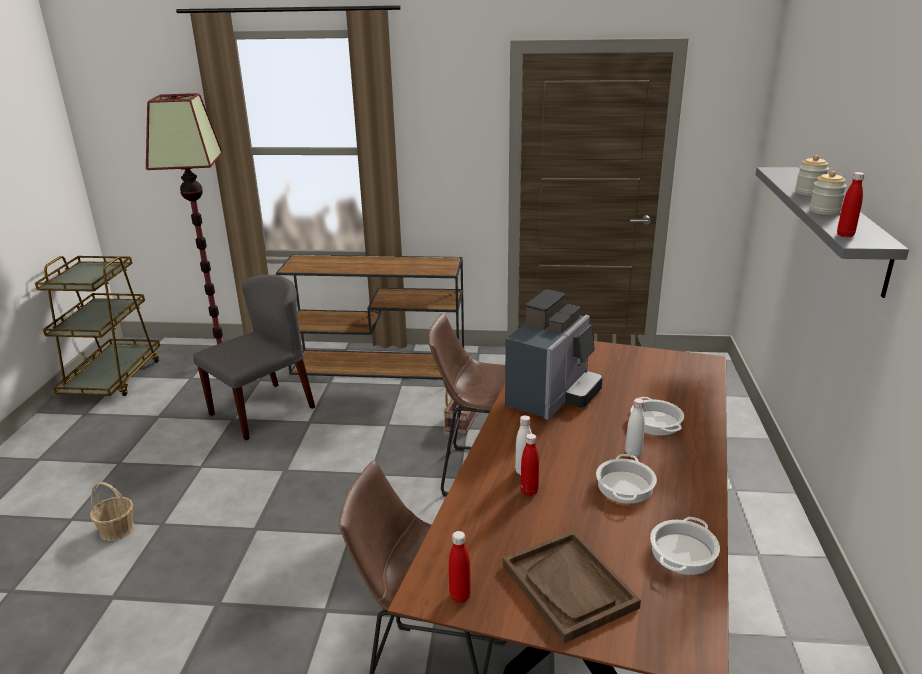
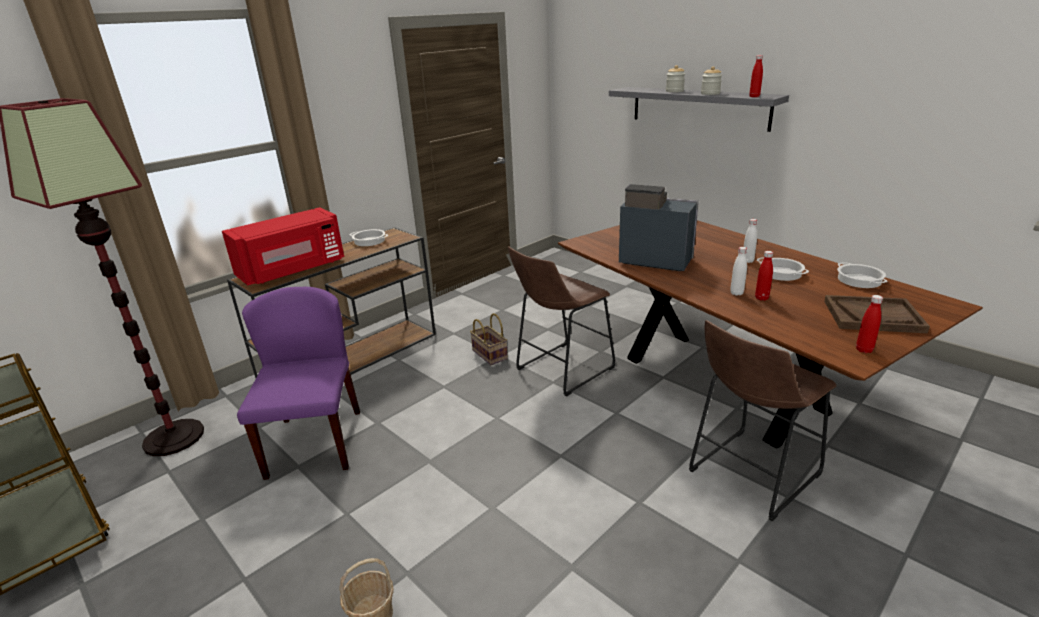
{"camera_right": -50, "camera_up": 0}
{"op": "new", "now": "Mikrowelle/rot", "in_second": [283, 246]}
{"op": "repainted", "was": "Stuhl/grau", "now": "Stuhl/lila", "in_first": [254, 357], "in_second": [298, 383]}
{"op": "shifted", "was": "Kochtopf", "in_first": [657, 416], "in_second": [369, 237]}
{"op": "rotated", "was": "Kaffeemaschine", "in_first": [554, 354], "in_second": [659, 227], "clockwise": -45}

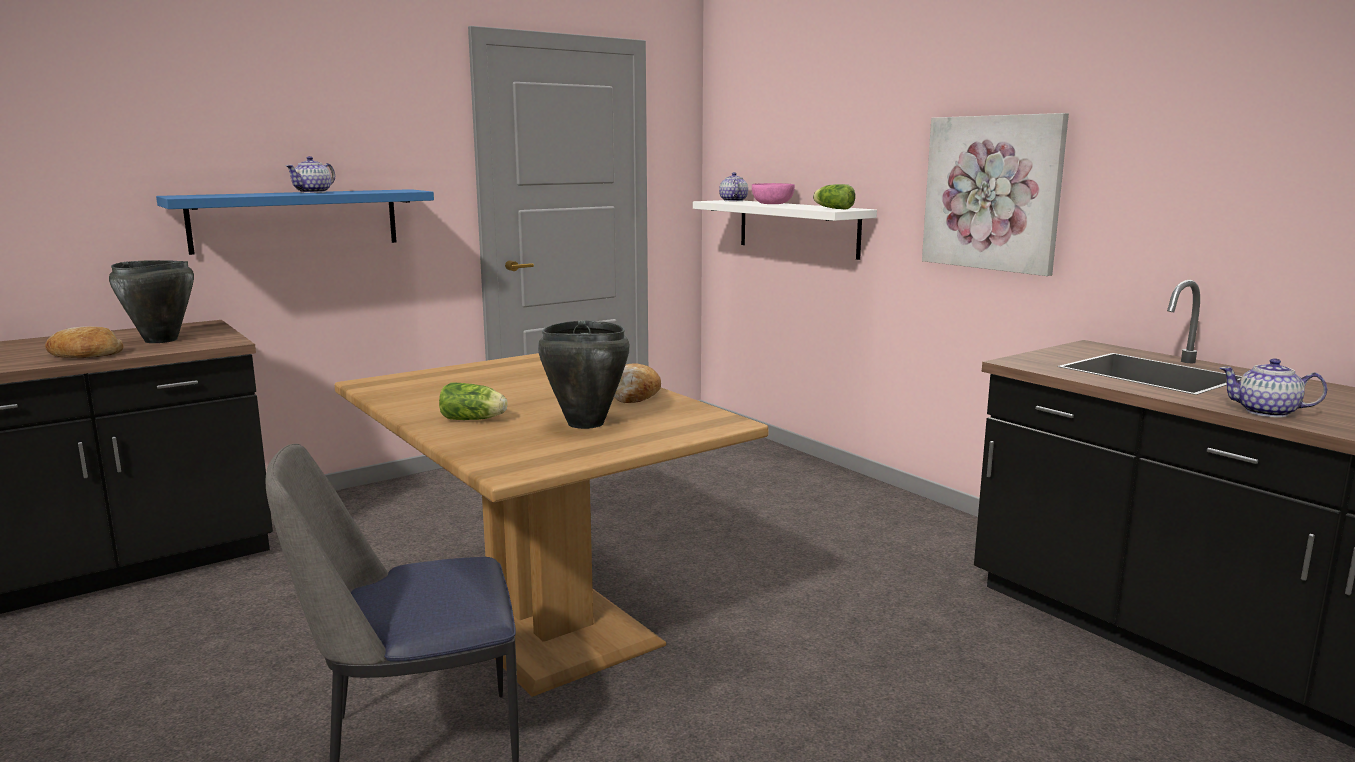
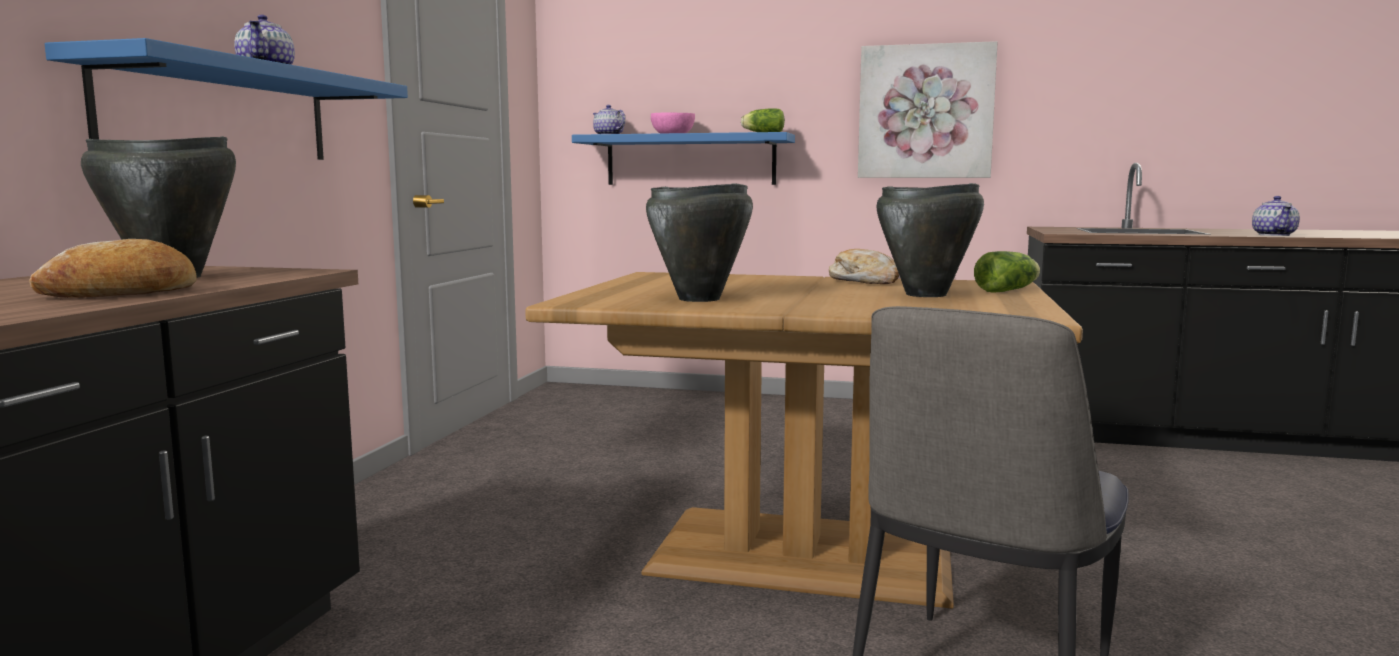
{"camera_right": -40, "camera_up": -5}
{"op": "repainted", "was": "Wandregal/weiß", "now": "Wandregal/blau", "in_first": [785, 230], "in_second": [683, 158]}
{"op": "new", "now": "Kochtopf/schwarz", "in_second": [699, 242]}
{"op": "shifted", "was": "Salatkopf", "in_first": [473, 401], "in_second": [1007, 272]}
{"op": "rotated", "was": "Teekanne", "in_first": [1274, 388], "in_second": [1276, 216], "clockwise": -60}

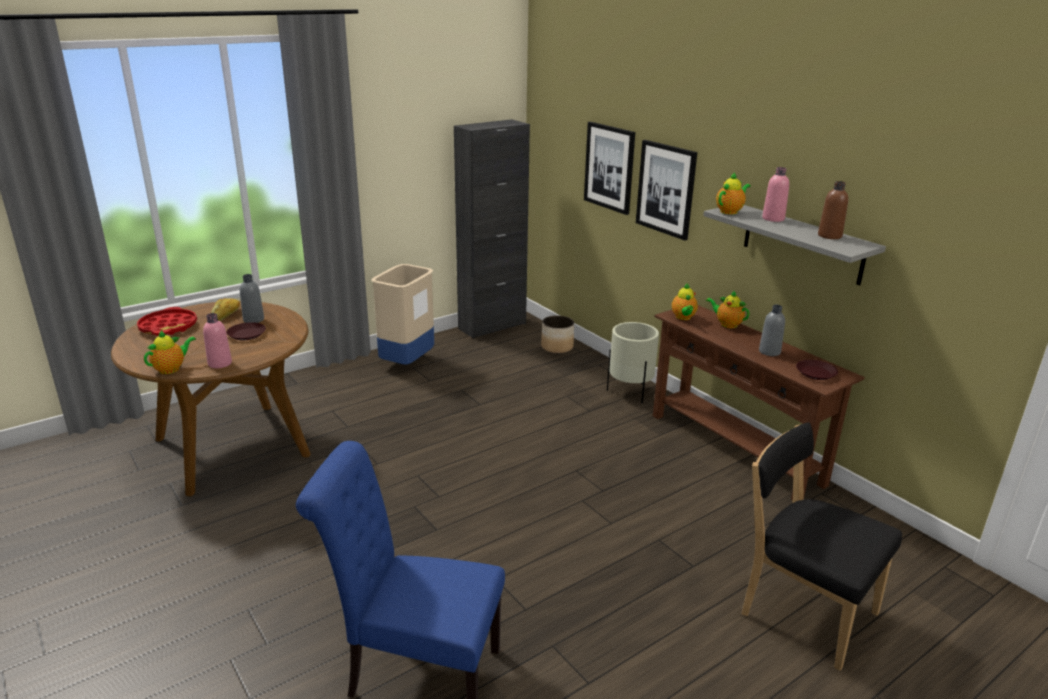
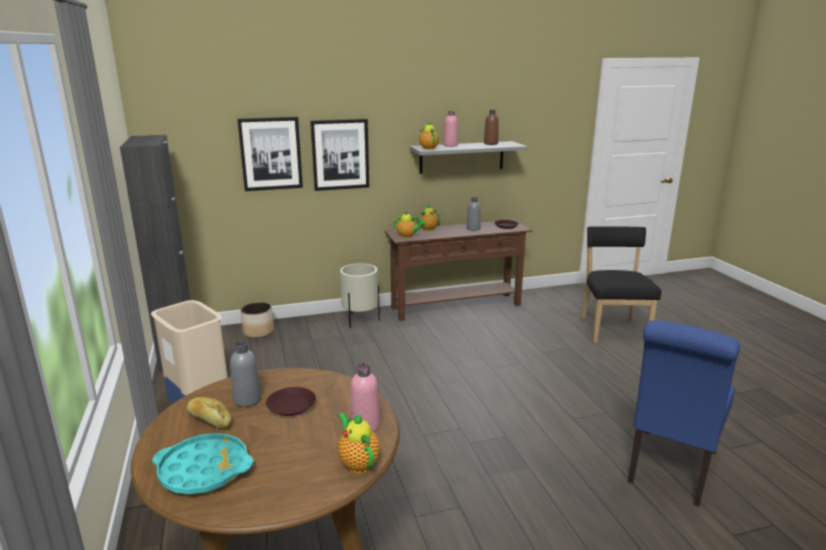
{"camera_right": -70, "camera_up": -5}
{"op": "repainted", "was": "Tablett/rot", "now": "Tablett/türkis", "in_first": [167, 321], "in_second": [203, 464]}
{"op": "rotated", "was": "Stuhl/schwarz", "in_first": [822, 546], "in_second": [621, 285], "clockwise": 120}

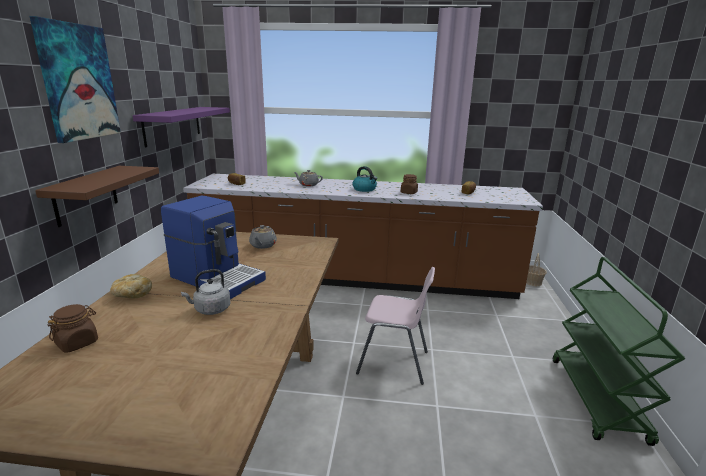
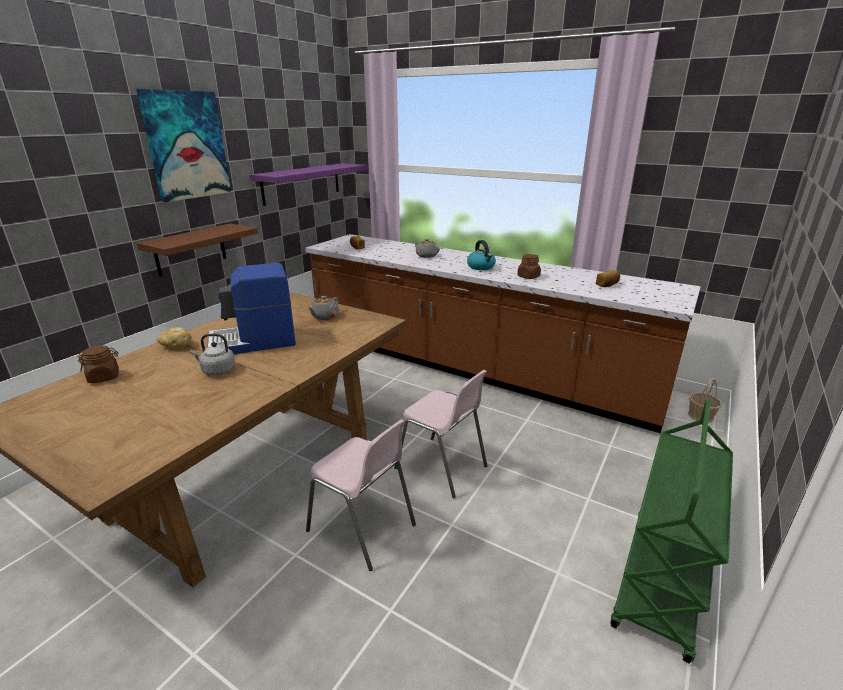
{"camera_right": 25, "camera_up": 5}
{"op": "rotated", "was": "Kaffeemaschine", "in_first": [213, 247], "in_second": [251, 308], "clockwise": 105}
{"op": "new", "now": "Stuhl/rosa", "in_second": [361, 495]}

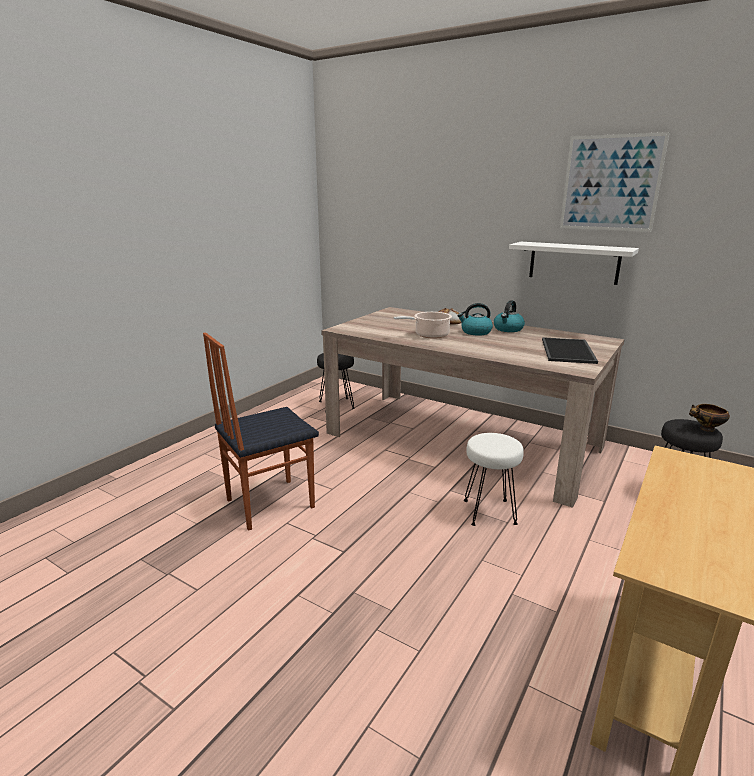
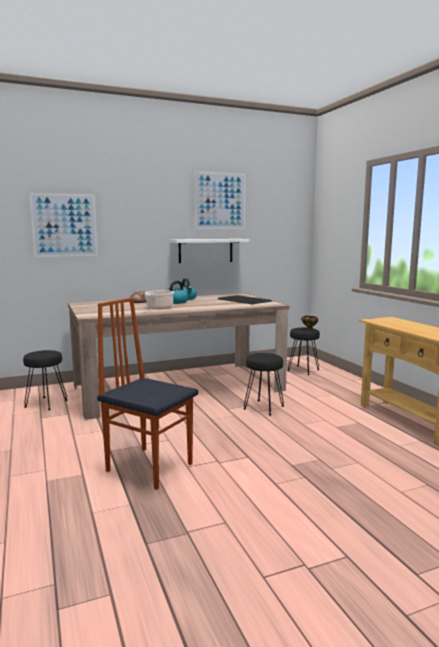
{"camera_right": -55, "camera_up": -10}
{"op": "new", "now": "Bild", "in_second": [63, 225]}
{"op": "rotated", "was": "Stuhl", "in_first": [261, 431], "in_second": [147, 394], "clockwise": 120}
{"op": "repainted", "was": "Hocker/weiß", "now": "Hocker/schwarz", "in_first": [494, 479], "in_second": [263, 384]}

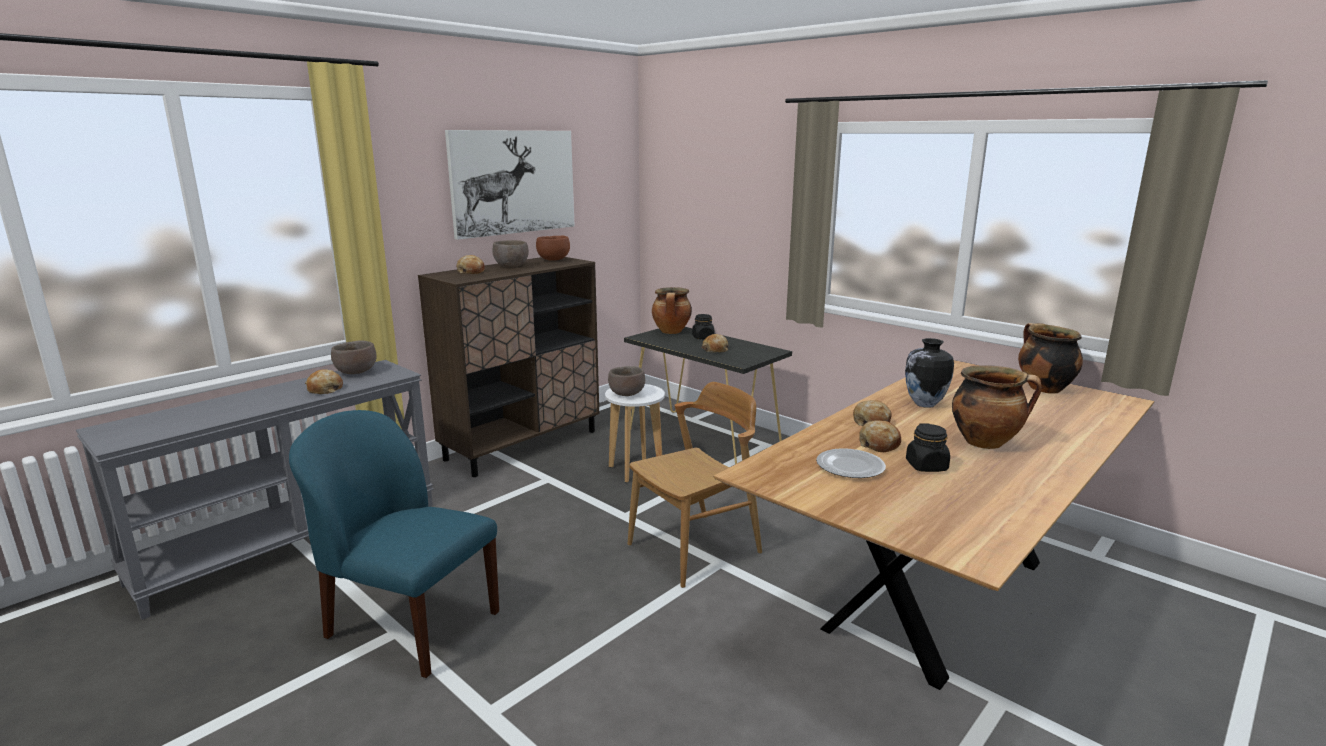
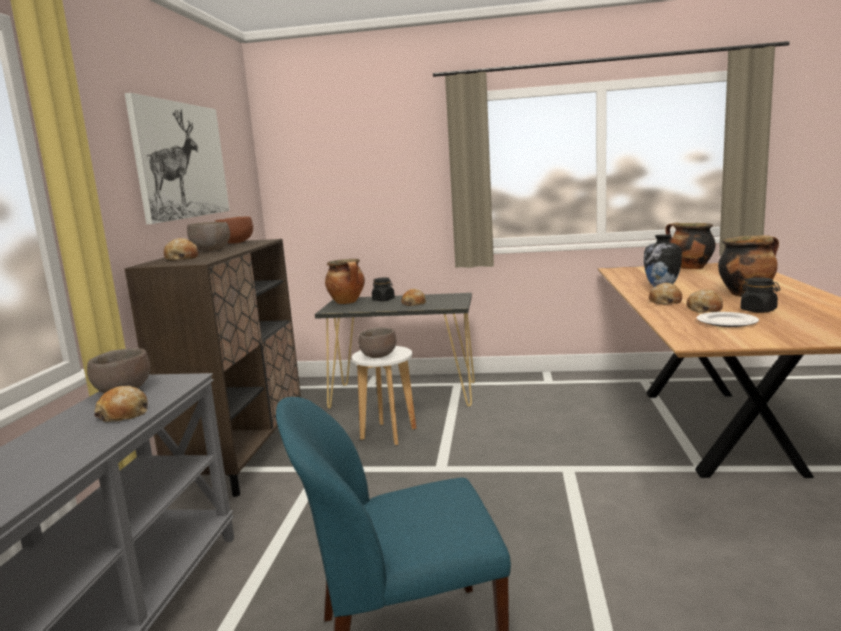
{"camera_right": -35, "camera_up": -5}
{"op": "gone", "was": "Stuhl/braun", "in_first": [695, 485]}

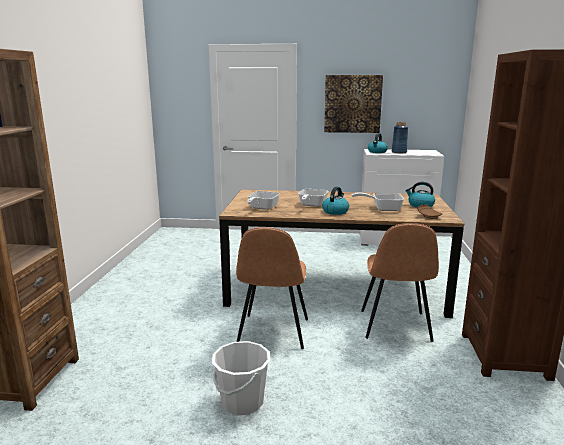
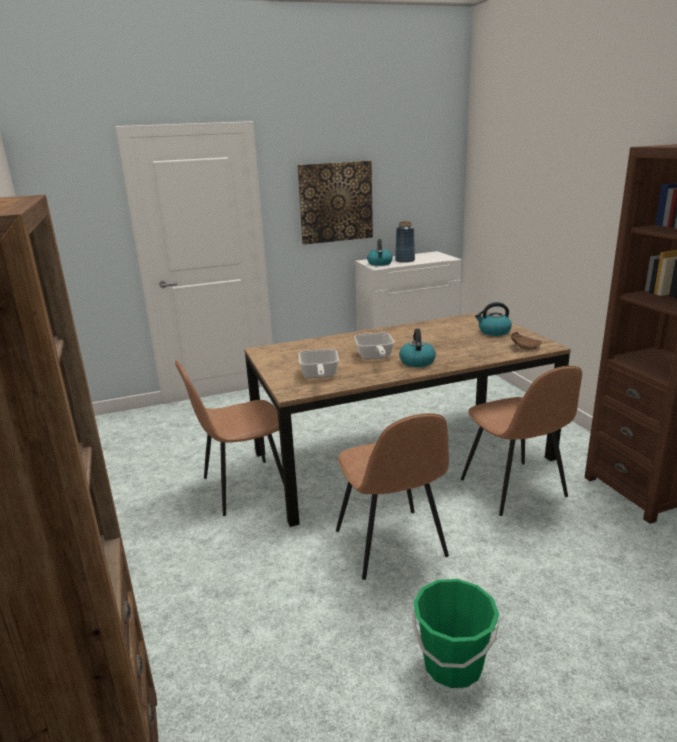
{"camera_right": -25, "camera_up": 5}
{"op": "new", "now": "Stuhl/braun", "in_second": [229, 438]}
{"op": "repainted", "was": "Eimer/weiß", "now": "Eimer/grün", "in_first": [241, 378], "in_second": [455, 633]}
{"op": "gone", "was": "Pfanne", "in_first": [378, 201]}

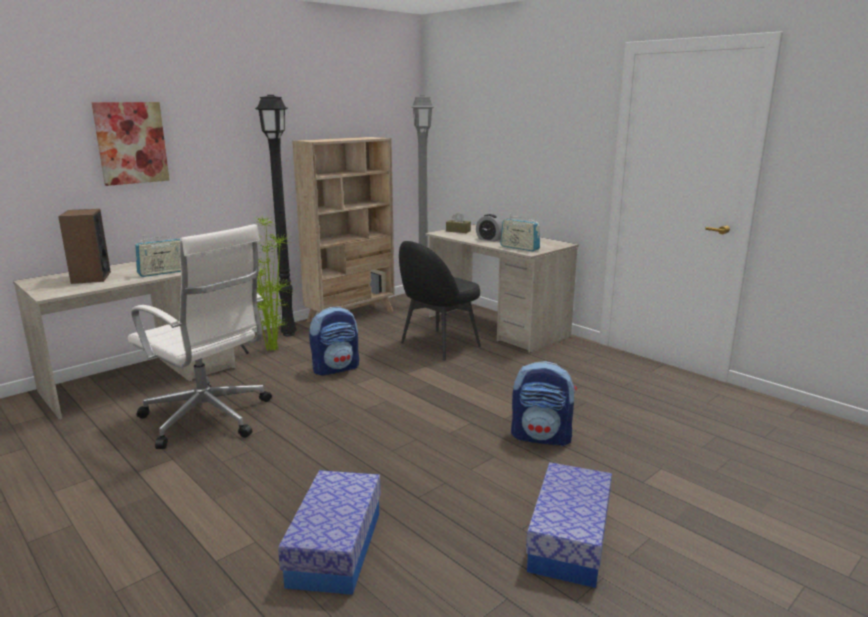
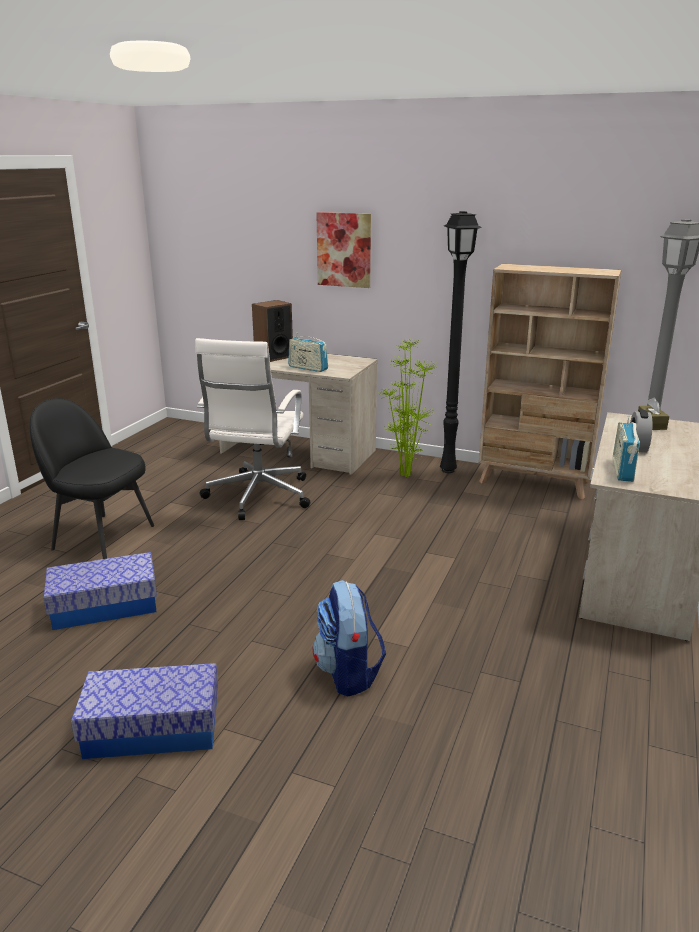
{"camera_right": 65, "camera_up": 5}
{"op": "shifted", "was": "Stuhl/schwarz", "in_first": [440, 300], "in_second": [92, 478]}
{"op": "gone", "was": "Rucksack", "in_first": [334, 340]}

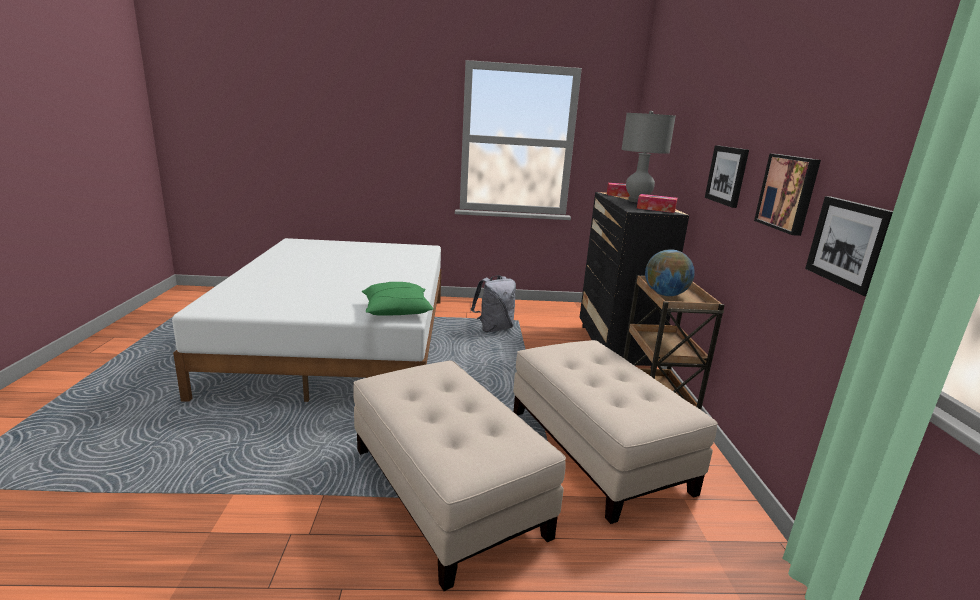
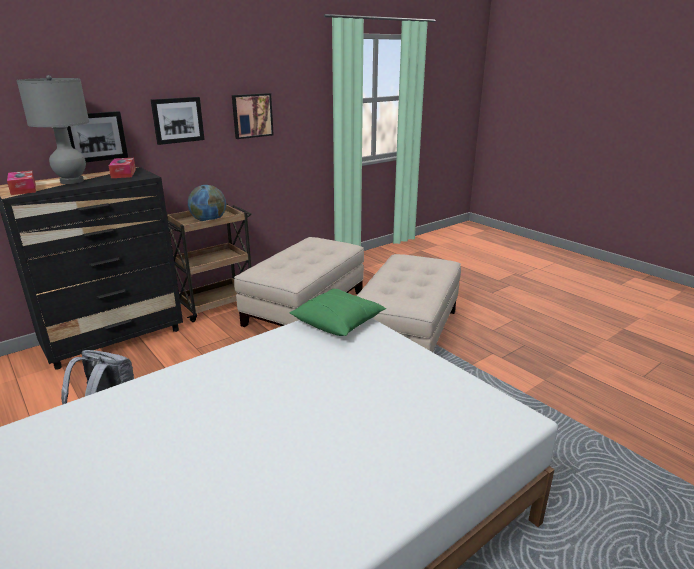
{"camera_right": -125, "camera_up": 5}
{"op": "shifted", "was": "Bild", "in_first": [849, 246], "in_second": [97, 136]}

